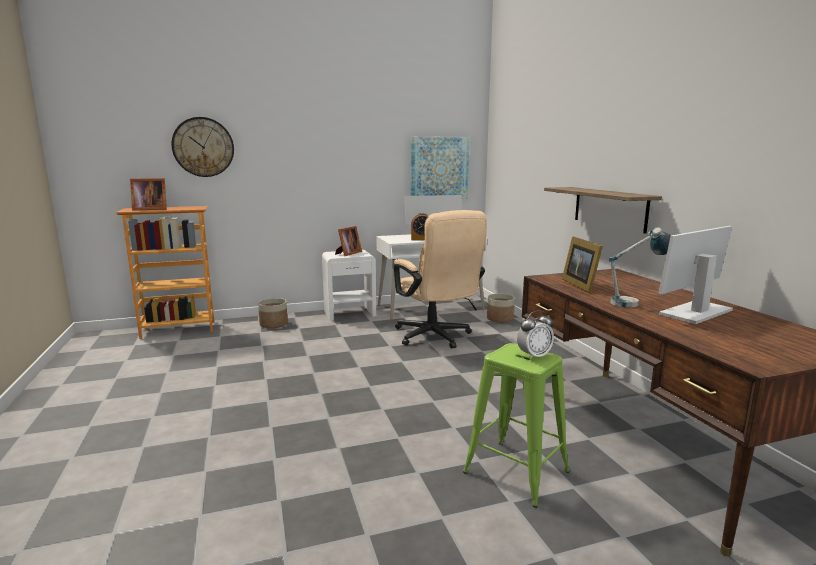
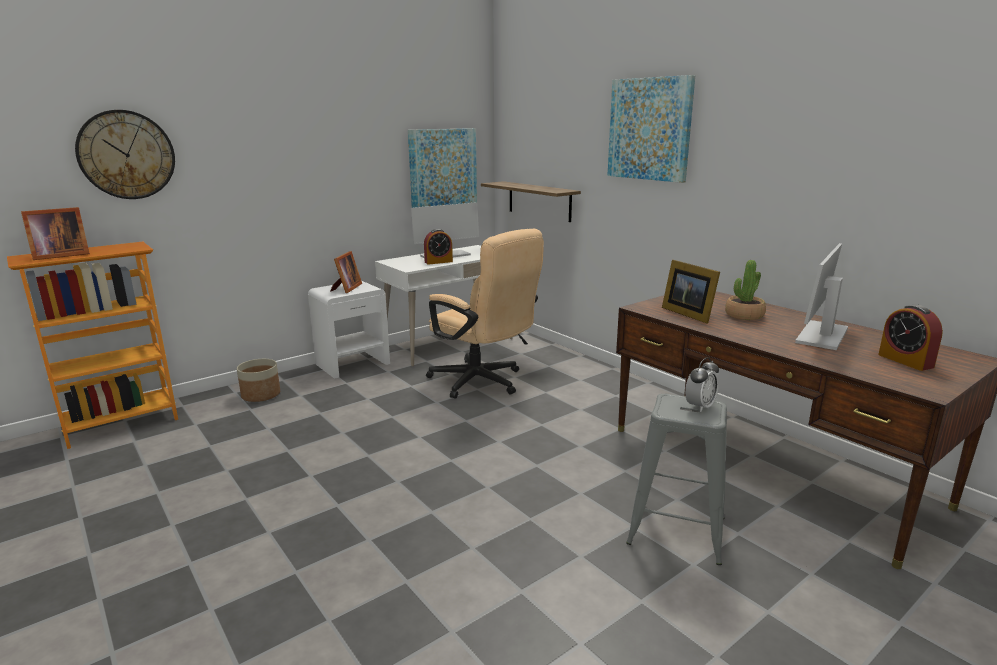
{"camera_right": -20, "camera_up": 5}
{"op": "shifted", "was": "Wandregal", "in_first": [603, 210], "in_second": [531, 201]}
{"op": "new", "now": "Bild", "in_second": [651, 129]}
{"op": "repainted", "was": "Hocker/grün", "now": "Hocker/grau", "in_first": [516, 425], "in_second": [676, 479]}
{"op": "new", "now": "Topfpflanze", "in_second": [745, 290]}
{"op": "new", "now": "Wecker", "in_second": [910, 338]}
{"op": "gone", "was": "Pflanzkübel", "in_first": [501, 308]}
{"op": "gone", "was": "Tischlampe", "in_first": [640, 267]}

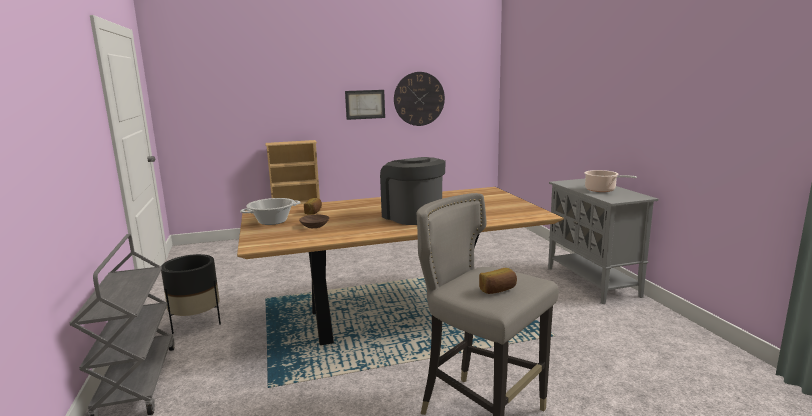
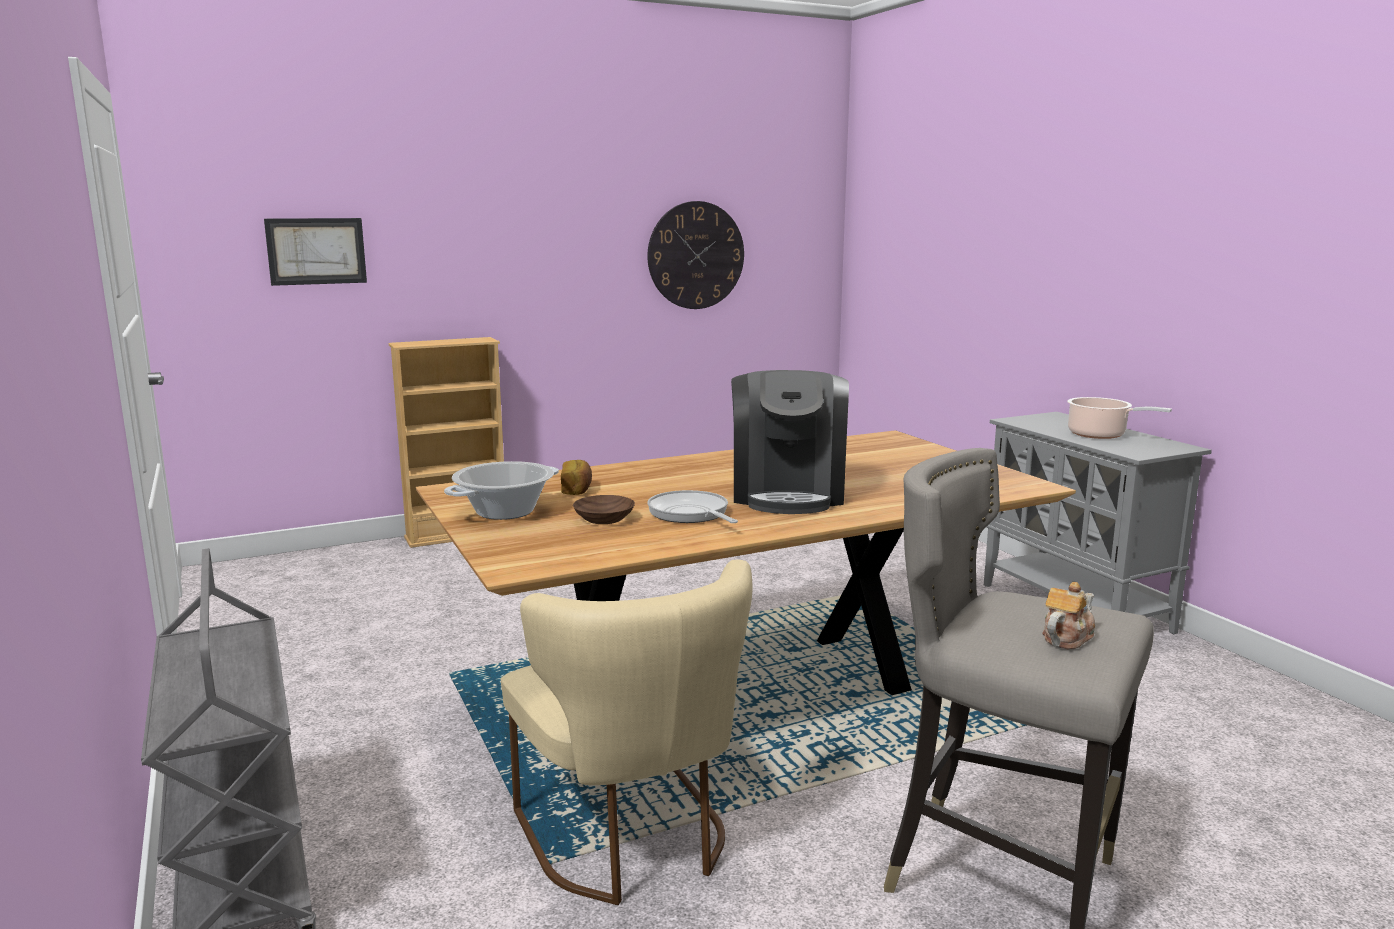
{"camera_right": -10, "camera_up": 0}
{"op": "shifted", "was": "Bild", "in_first": [365, 105], "in_second": [315, 252]}
{"op": "new", "now": "Stuhl/beige", "in_second": [626, 732]}
{"op": "new", "now": "Pfanne", "in_second": [692, 506]}
{"op": "rotated", "was": "Kaffeemaschine", "in_first": [413, 191], "in_second": [790, 442], "clockwise": -135}
{"op": "swapped", "was": "Brot", "now": "Teekanne", "in_first": [498, 281], "in_second": [1068, 616]}
{"op": "gone", "was": "Pflanzkübel/schwarz", "in_first": [191, 294]}

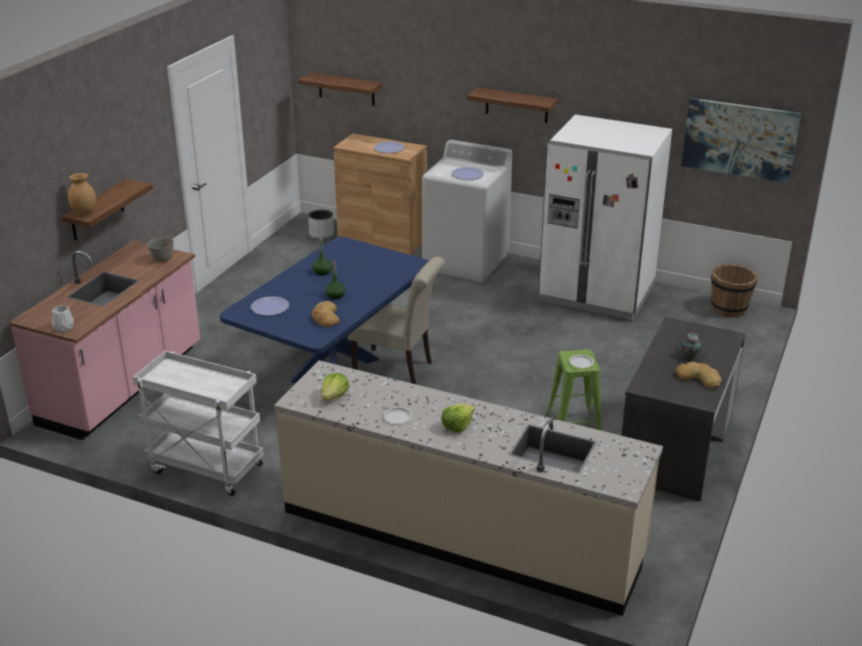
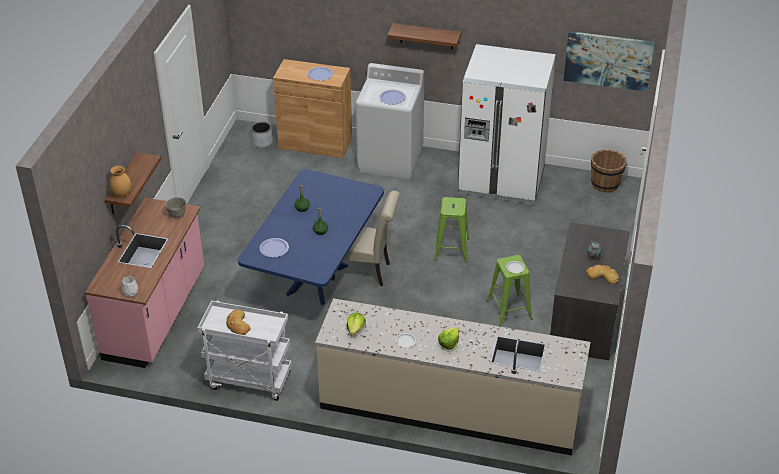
{"camera_right": -10, "camera_up": 10}
{"op": "shifted", "was": "Brot", "in_first": [325, 314], "in_second": [238, 322]}
{"op": "new", "now": "Hocker/grün", "in_second": [451, 230]}
{"op": "gone", "was": "Wandregal", "in_first": [340, 89]}

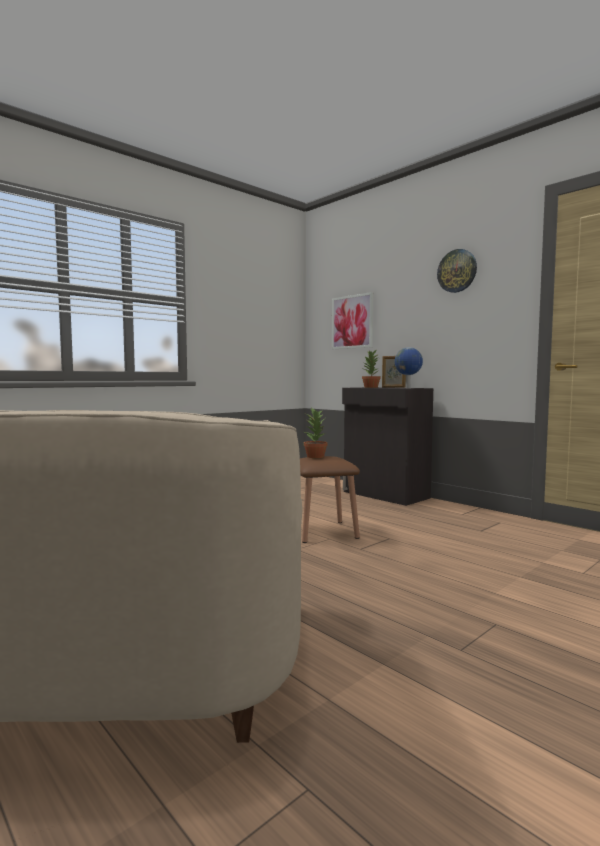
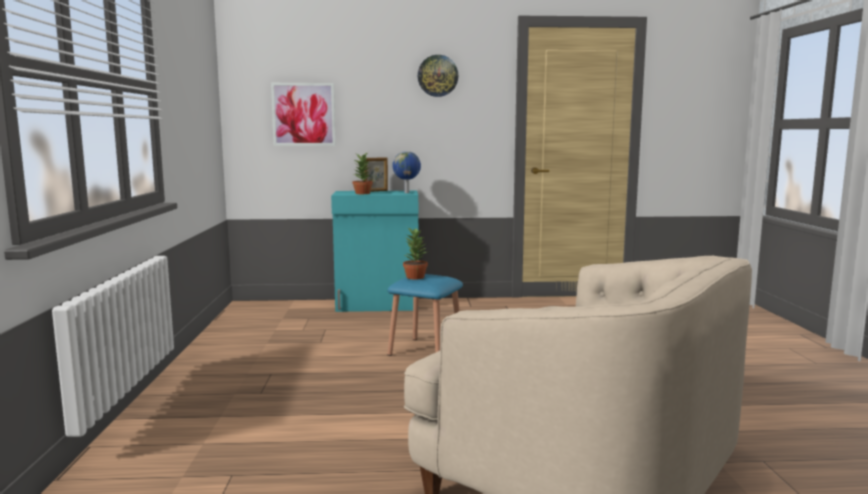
{"camera_right": -50, "camera_up": 5}
{"op": "repainted", "was": "Schrank/schwarz", "now": "Schrank/türkis", "in_first": [387, 446], "in_second": [375, 251]}
{"op": "repainted", "was": "Hocker/braun", "now": "Hocker/blau", "in_first": [330, 499], "in_second": [425, 315]}

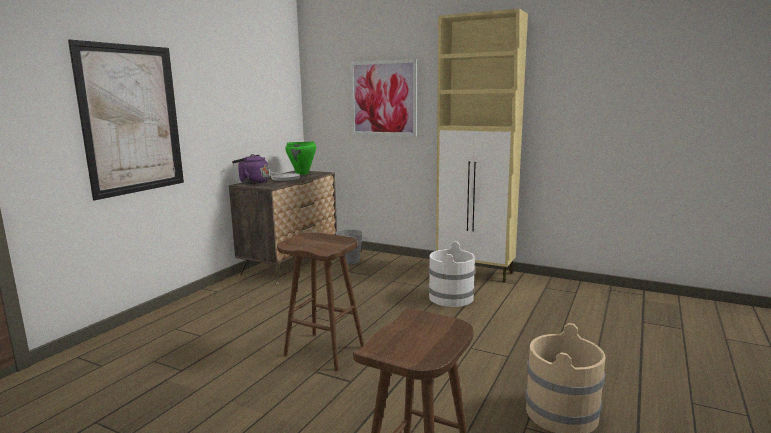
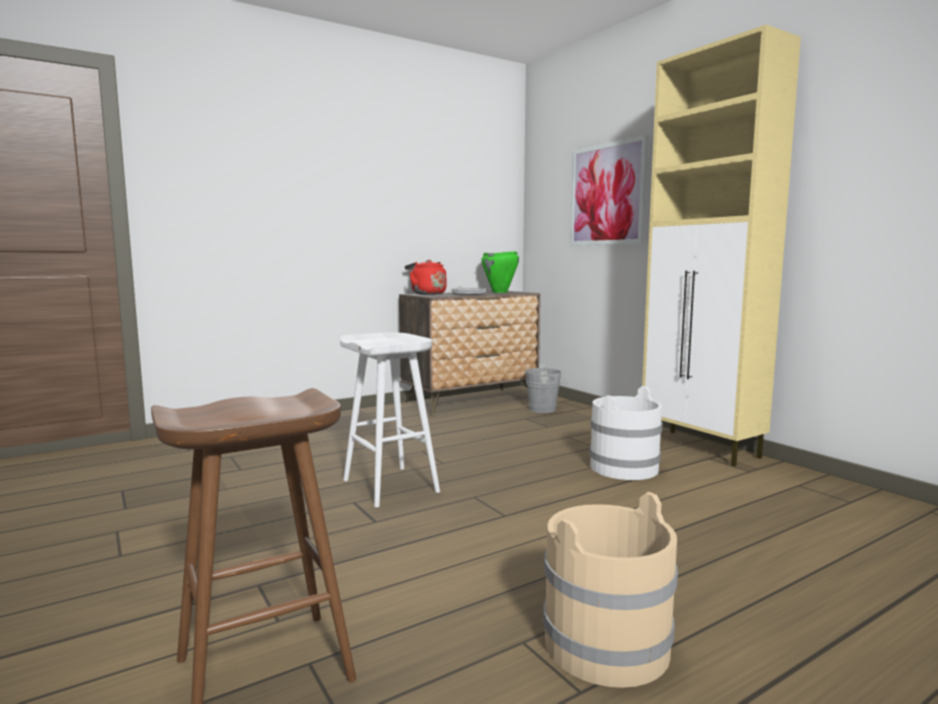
{"camera_right": 30, "camera_up": -5}
{"op": "repainted", "was": "Hocker/braun", "now": "Hocker/weiß", "in_first": [320, 302], "in_second": [390, 419]}
{"op": "repainted", "was": "Wasserkessel/lila", "now": "Wasserkessel/rot", "in_first": [250, 169], "in_second": [425, 277]}
{"op": "gone", "was": "Bild", "in_first": [126, 119]}

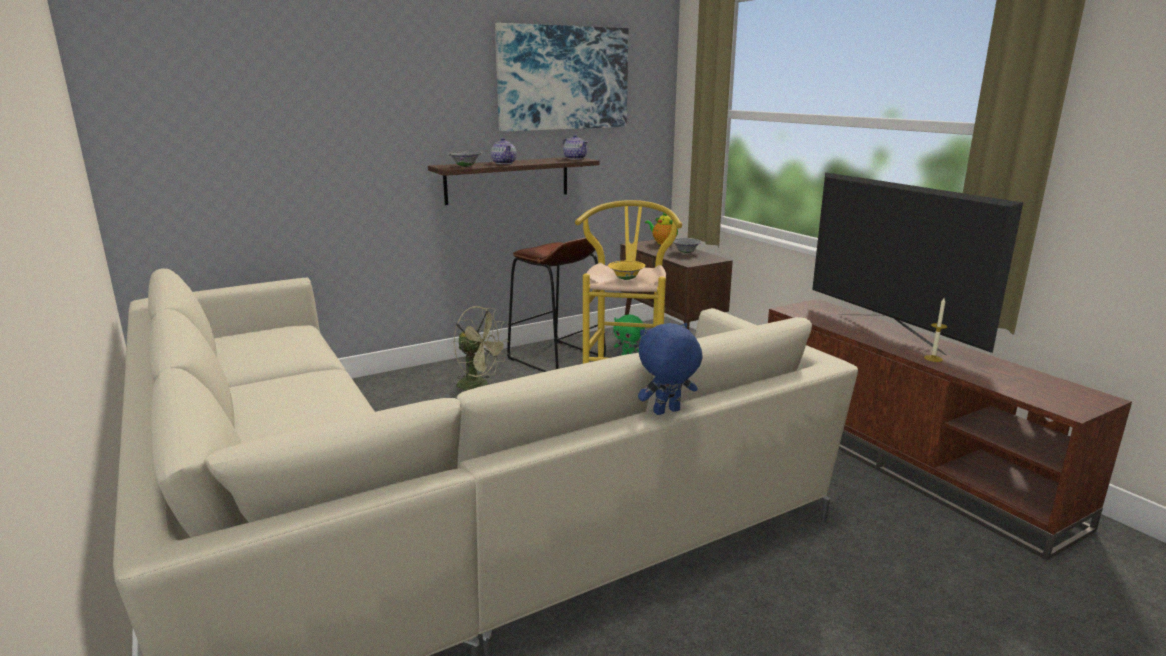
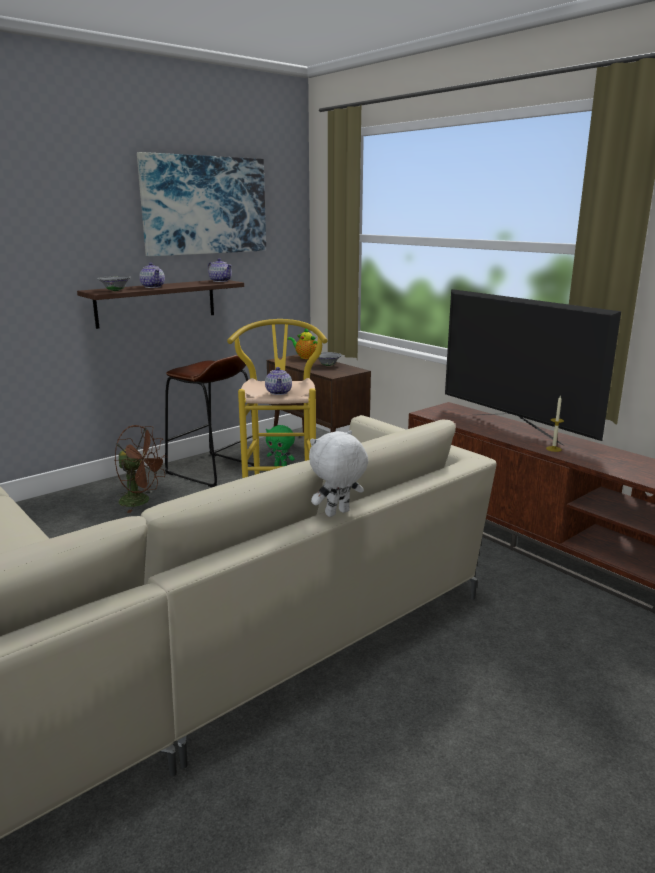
{"camera_right": -10, "camera_up": 0}
{"op": "repainted", "was": "Ventilator/grün", "now": "Ventilator/braun", "in_first": [481, 348], "in_second": [141, 469]}
{"op": "swapped", "was": "Schüssel/gelb", "now": "Teekanne", "in_first": [626, 270], "in_second": [278, 381]}
{"op": "repainted", "was": "Plüschtier/blau", "now": "Plüschtier/weiß", "in_first": [670, 369], "in_second": [338, 473]}

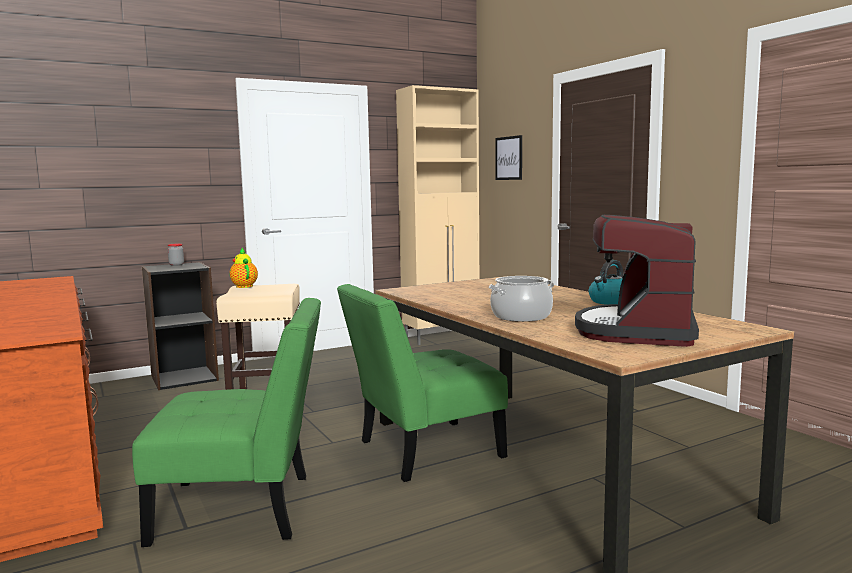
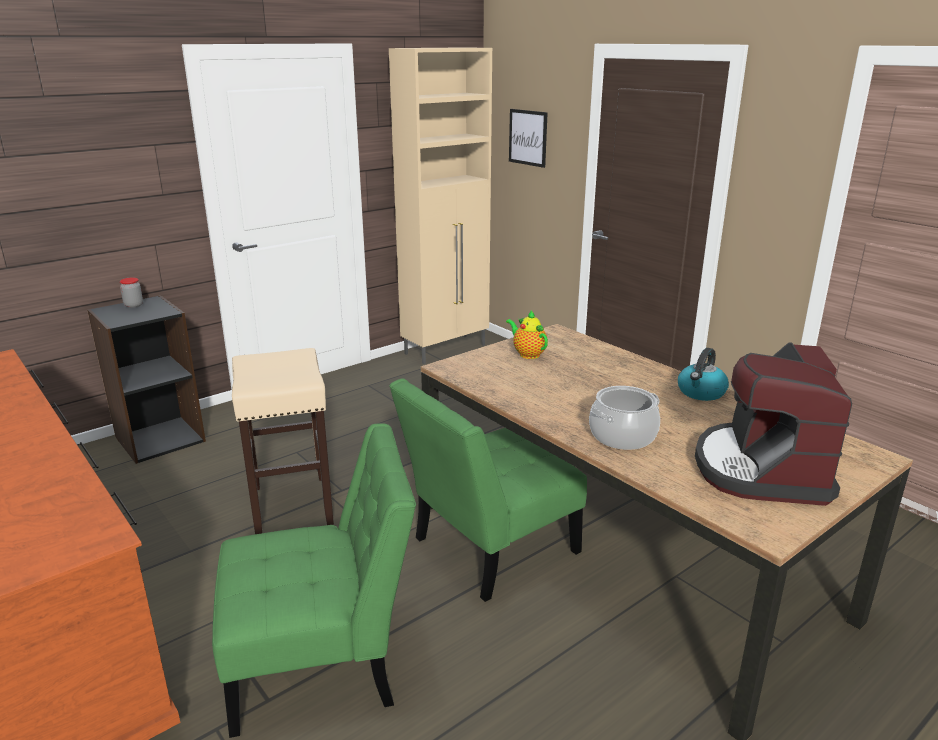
{"camera_right": -10, "camera_up": 15}
{"op": "shifted", "was": "Teekanne", "in_first": [243, 268], "in_second": [527, 335]}

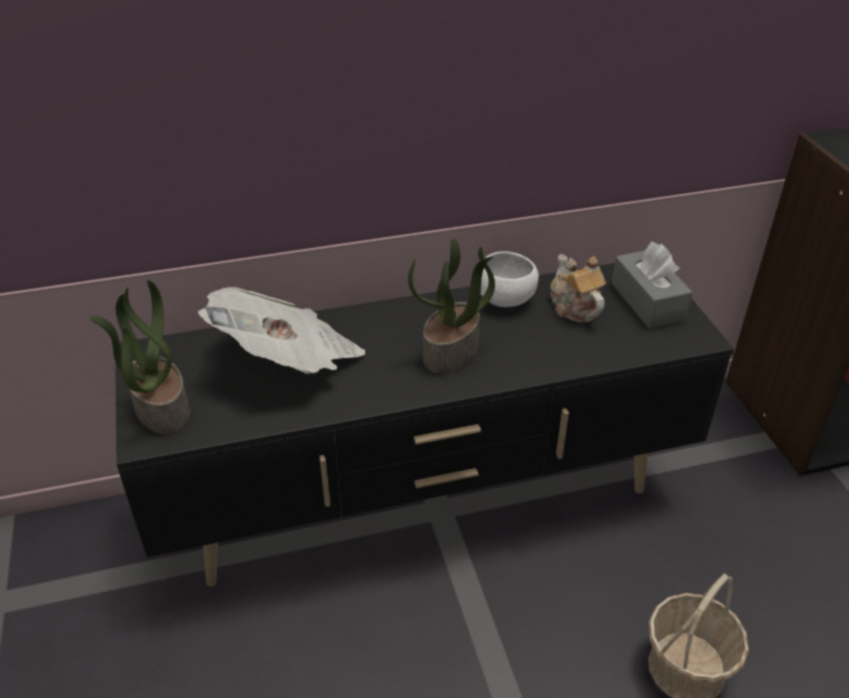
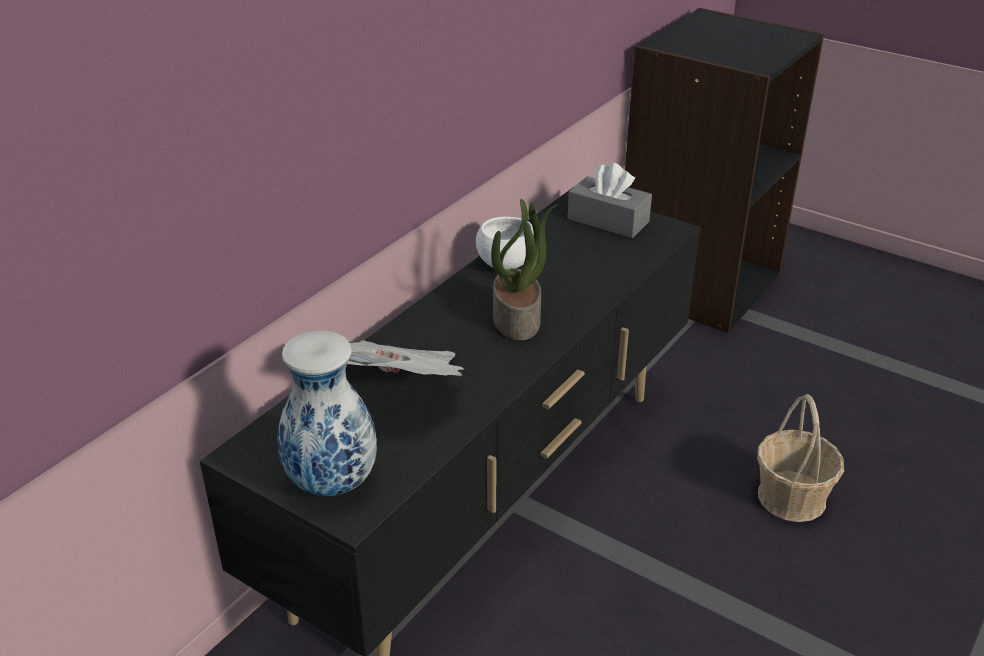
{"camera_right": -40, "camera_up": -5}
{"op": "swapped", "was": "Topfpflanze", "now": "Vase", "in_first": [139, 357], "in_second": [327, 413]}
{"op": "gone", "was": "Teekanne", "in_first": [578, 288]}

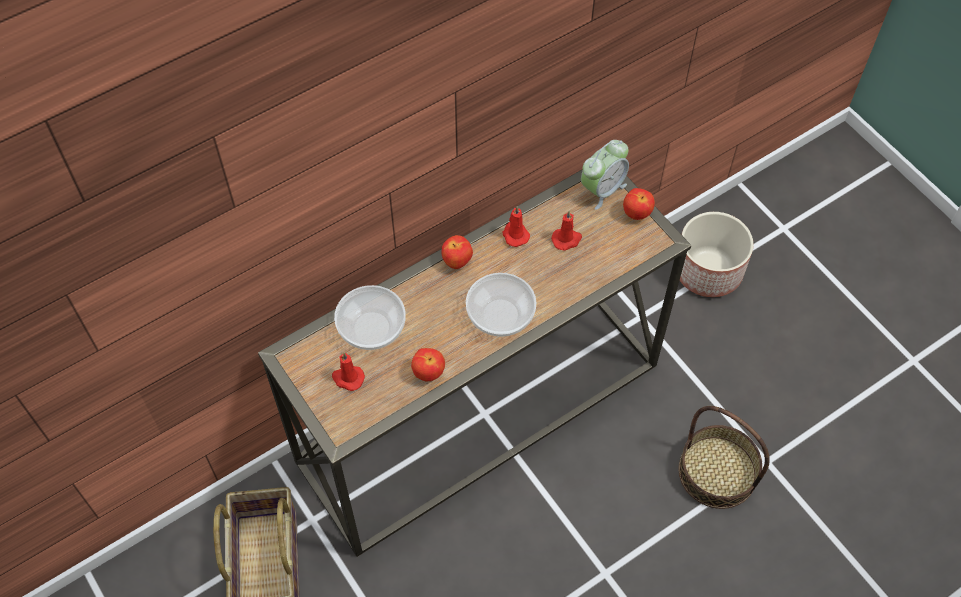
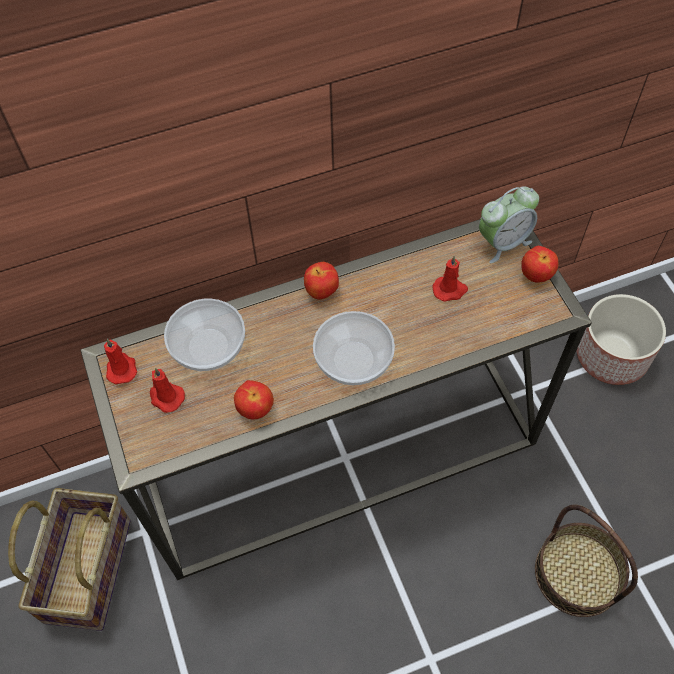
{"camera_right": 15, "camera_up": 0}
{"op": "shifted", "was": "Kerze/rot", "in_first": [516, 226], "in_second": [120, 361]}

